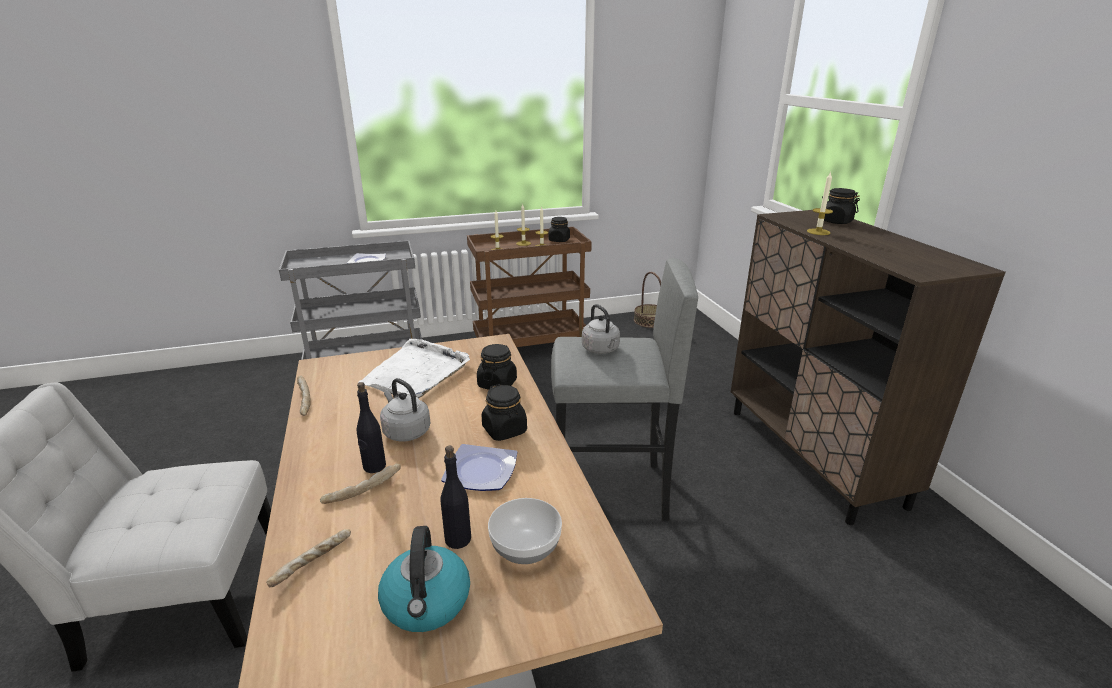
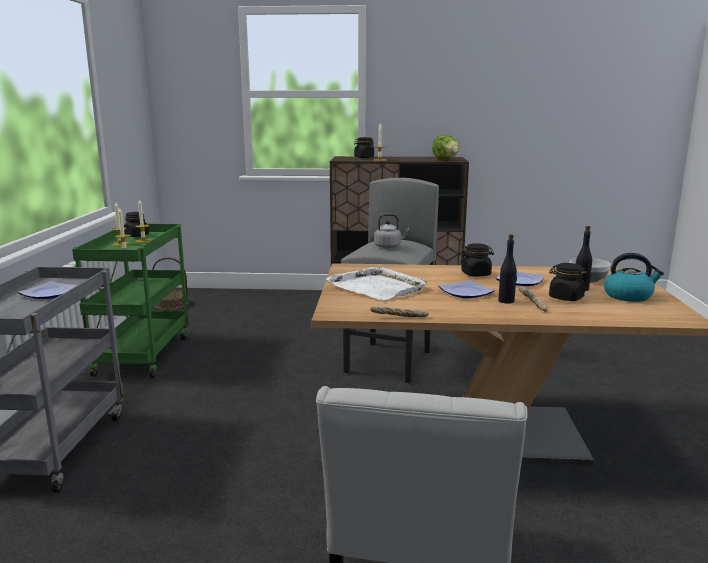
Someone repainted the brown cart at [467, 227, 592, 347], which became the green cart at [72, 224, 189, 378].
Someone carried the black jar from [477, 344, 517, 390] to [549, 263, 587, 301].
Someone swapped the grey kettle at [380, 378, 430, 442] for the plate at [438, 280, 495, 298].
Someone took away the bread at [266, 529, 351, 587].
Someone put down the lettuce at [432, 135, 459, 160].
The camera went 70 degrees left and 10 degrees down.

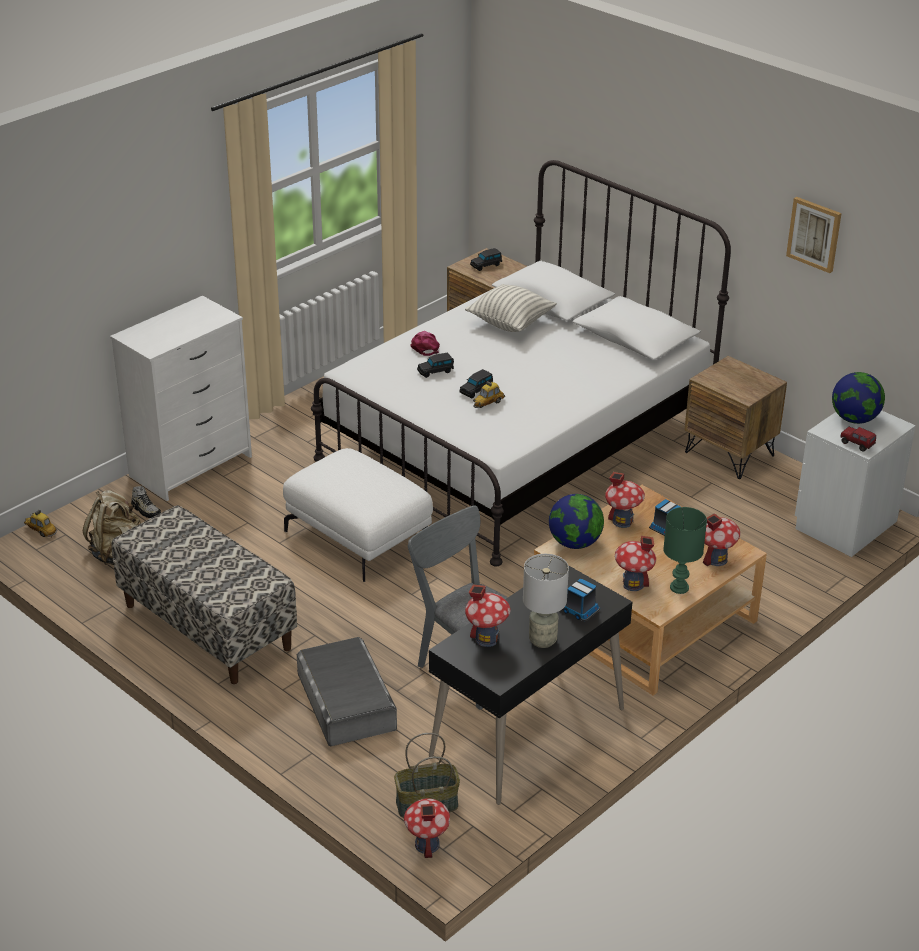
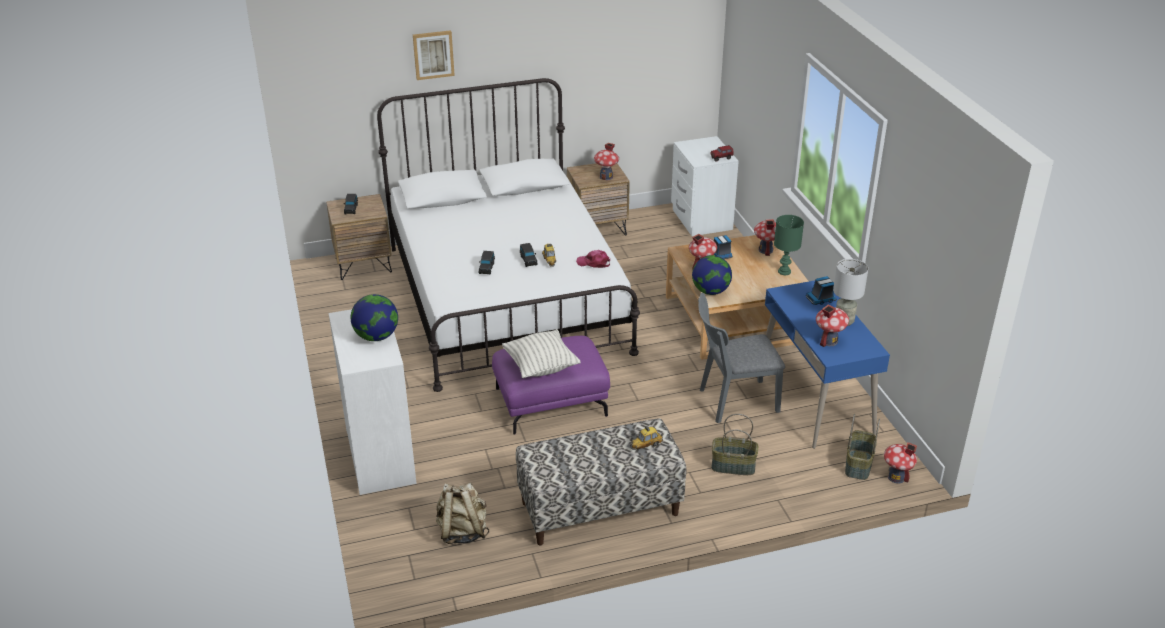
Someone carried the picture from [786, 197, 842, 273] to [413, 30, 455, 80].
Someone carried the pillow from [465, 284, 557, 332] to [502, 329, 581, 378].
Someone carried the pink cap from [411, 331, 440, 356] to [576, 250, 610, 268].
Someone carried the globe from [832, 372, 885, 424] to [351, 294, 398, 341].
Someone repainted the white ottoman at [283, 448, 433, 582], which became the purple ottoman at [492, 336, 610, 435].
Someone took away the shoe at [131, 486, 161, 518].
Someone carried the toy car from [24, 510, 57, 537] to [631, 426, 663, 450].
Someone carried the toy house from [615, 536, 656, 591] to [594, 143, 619, 181].
Someone repainted the black desk at [429, 565, 632, 805], which became the blue desk at [765, 281, 890, 449].
Someone swapped the grey storage box at [297, 637, 397, 747] for the basket at [711, 414, 758, 475].
The camera went 60 degrees left and 0 degrees up.

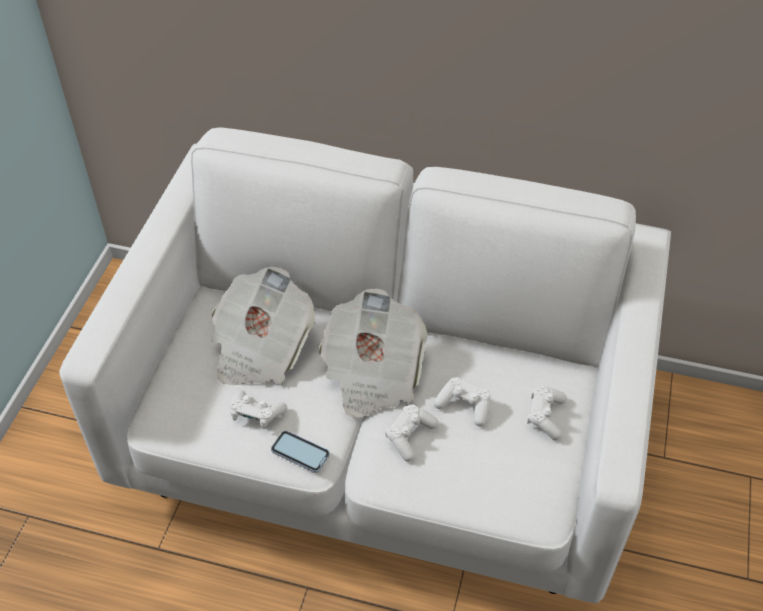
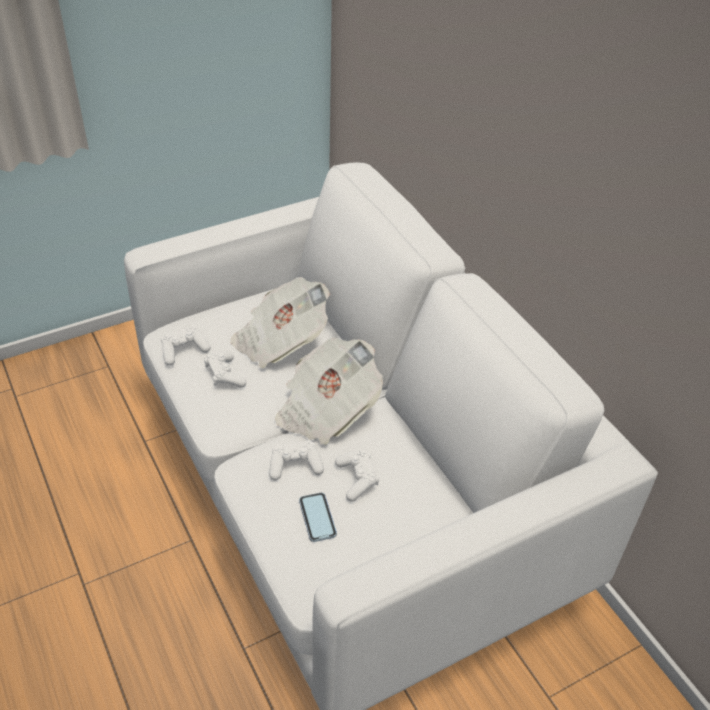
Someone carried the white game controller from [526, 386, 567, 440] to [161, 326, 211, 366].
Someone carried the phone from [271, 431, 330, 473] to [299, 493, 337, 542].
The camera went 45 degrees right and 5 degrees down.

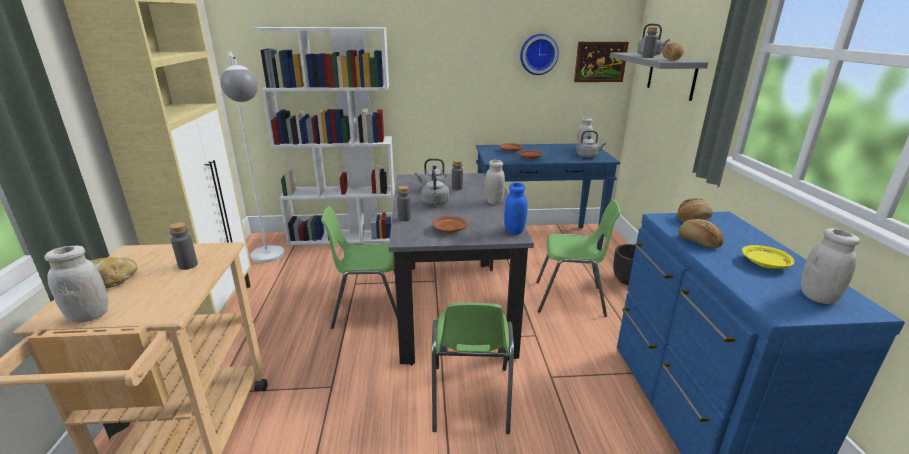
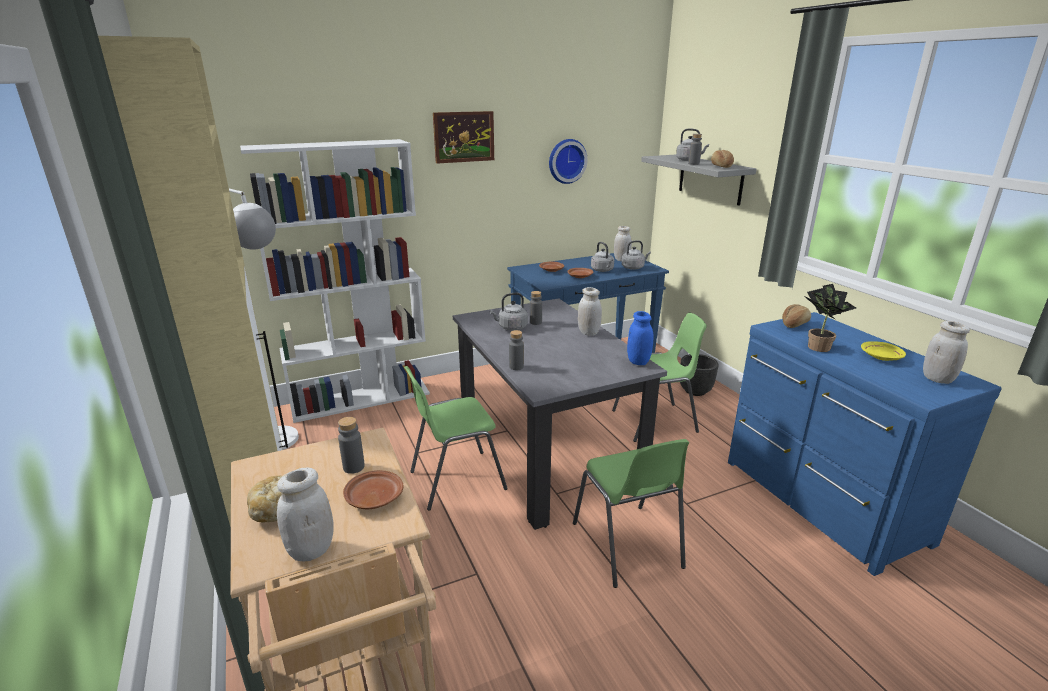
Someone carried the picture from [574, 42, 629, 82] to [433, 111, 494, 164].
Someone carried the grey kettle from [422, 169, 449, 206] to [591, 242, 614, 272].
Someone carried the brown plate from [432, 216, 467, 233] to [343, 470, 403, 509].
Someone swapped the bread at [678, 219, 724, 248] for the potted plant at [806, 284, 856, 352].
The camera went 20 degrees left and 0 degrees up.

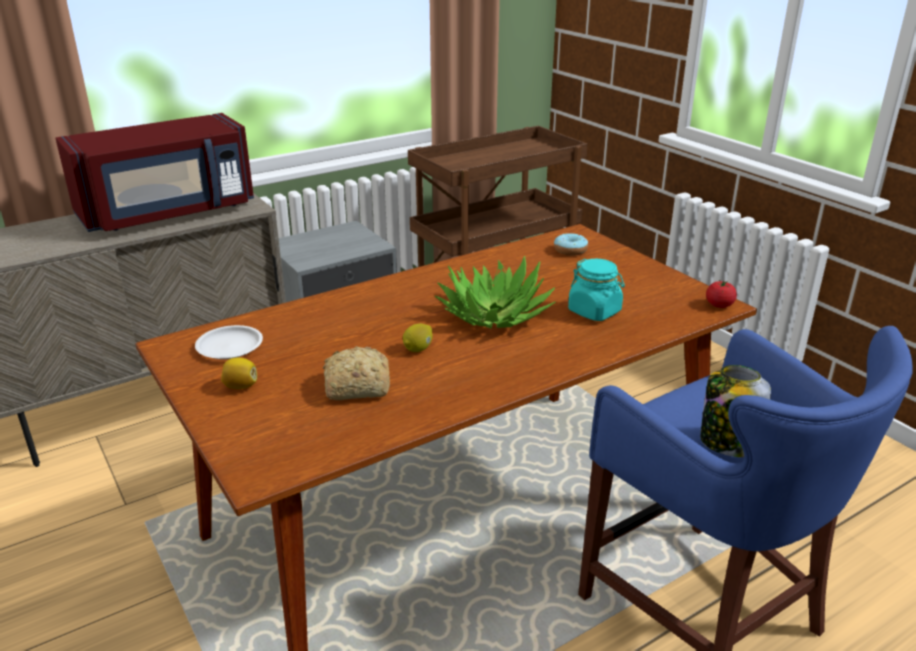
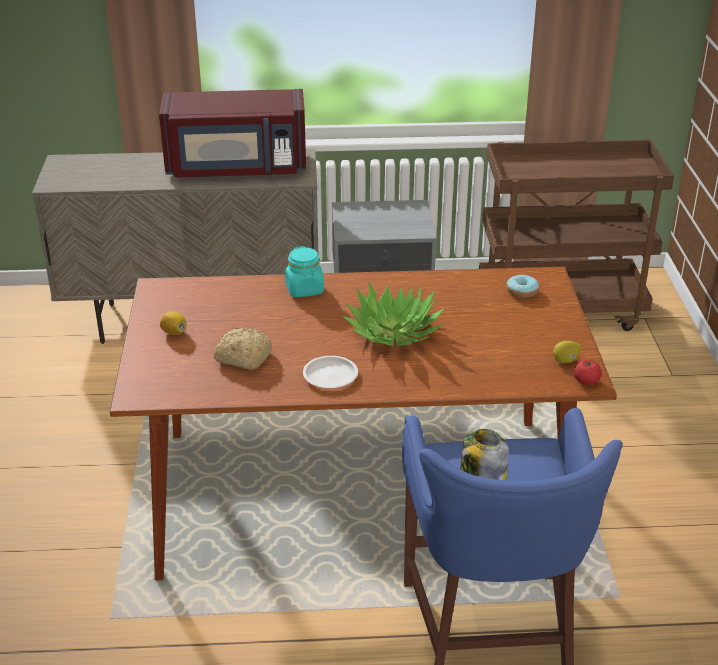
Someone carried the turquoise jar from [568, 259, 625, 321] to [285, 246, 324, 297].
Someone carried the lemon from [403, 324, 432, 352] to [553, 341, 581, 363].
Someone carried the white plate from [195, 325, 263, 359] to [303, 356, 358, 388].
The camera went 30 degrees right and 5 degrees up.

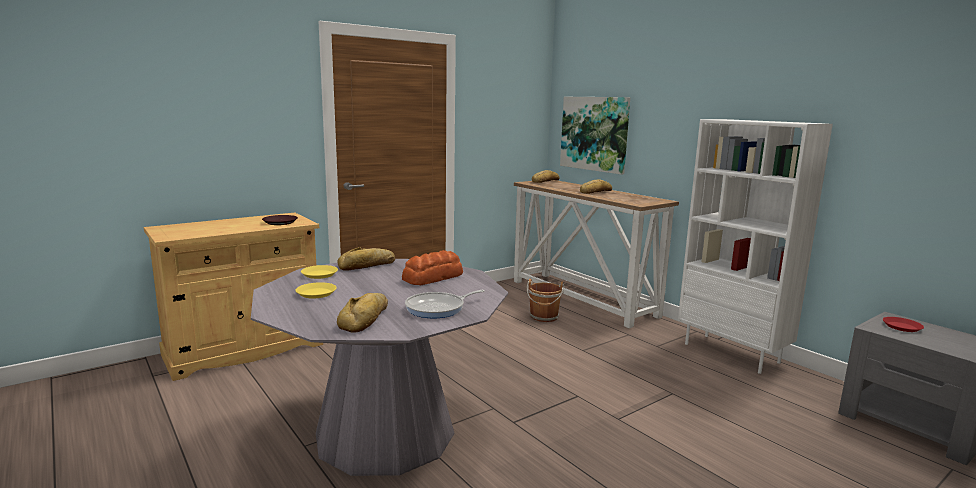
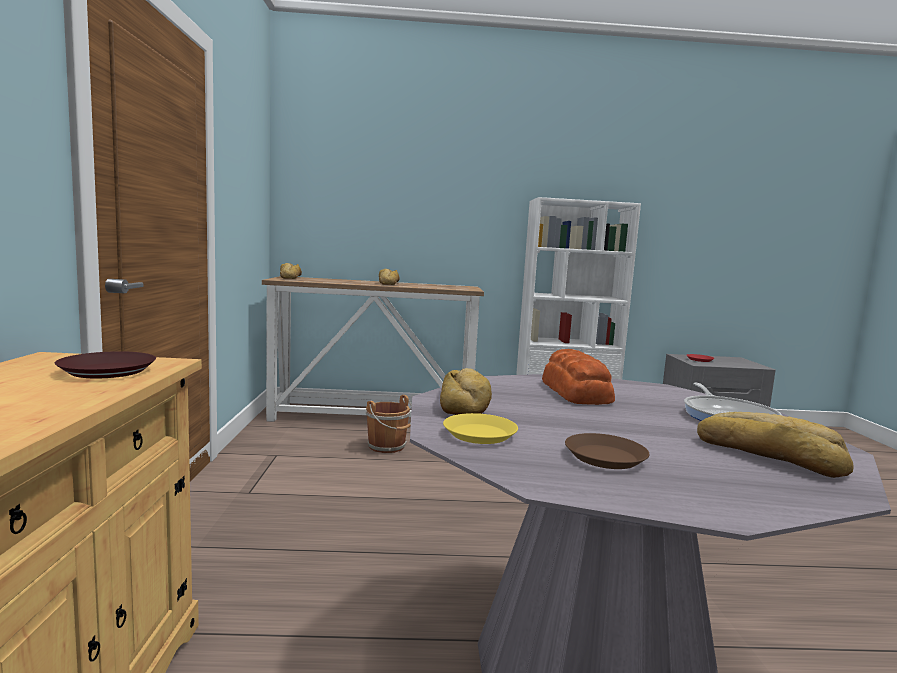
Someone took away the picture at [560, 97, 630, 175].
Someone repainted the yellow plate at [295, 282, 337, 299], which became the brown plate at [565, 433, 649, 469].
The camera went 55 degrees left and 5 degrees down.

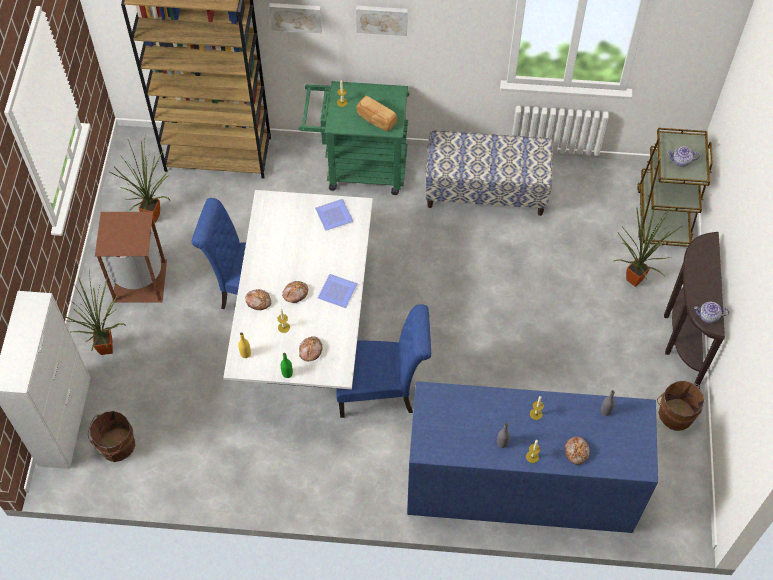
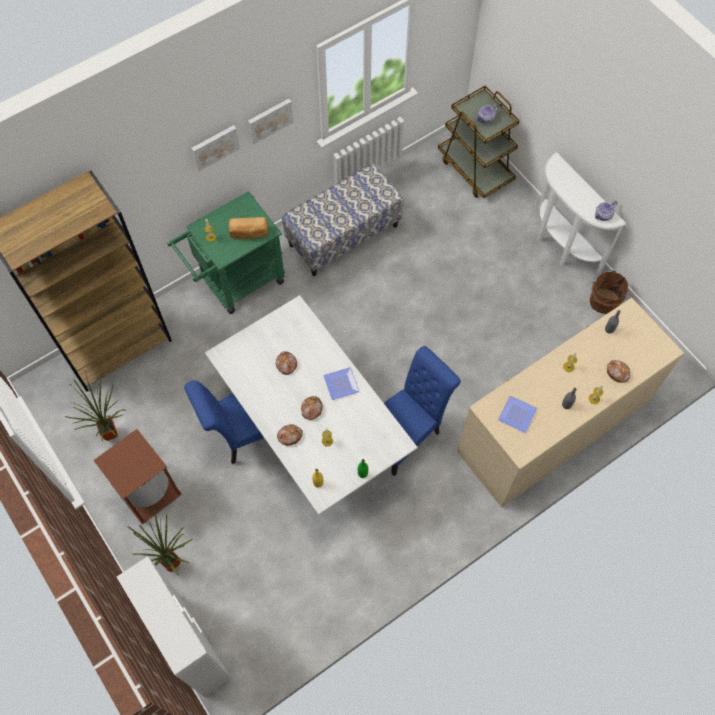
Someone carried the picture from [269, 3, 322, 33] to [248, 99, 293, 144].
Someone carried the plate from [315, 199, 353, 231] to [498, 395, 538, 433].
Someone took away the potted plant at [613, 206, 682, 287].
Someone repainted the brown console table at [664, 232, 725, 386], which became the white console table at [537, 152, 626, 274].
Someone carried the bread from [299, 337, 322, 362] to [276, 351, 297, 375].
Someone repainted the blue dresser at [407, 381, 658, 533], which became the beige dresser at [457, 298, 684, 508].
Someone took away the brown bucket at [88, 411, 135, 462].
The camera went 40 degrees left and 5 degrees up.

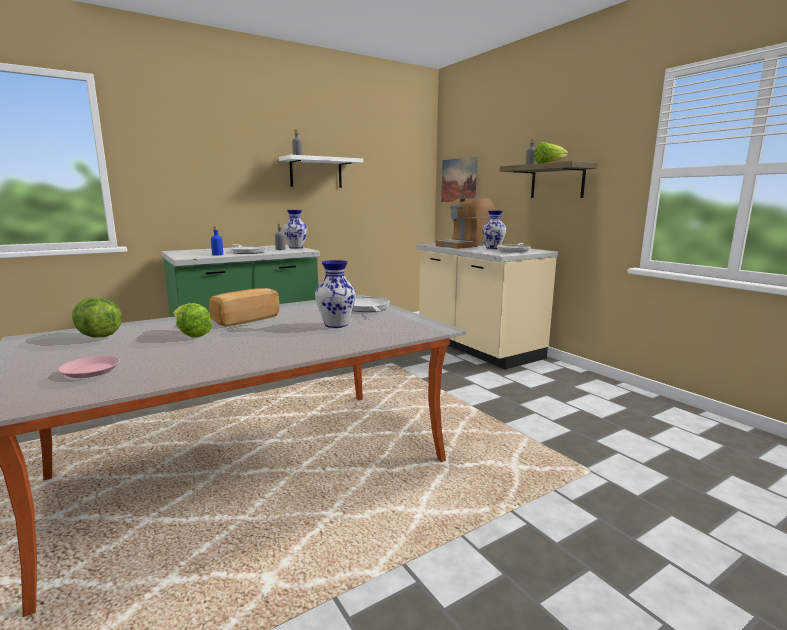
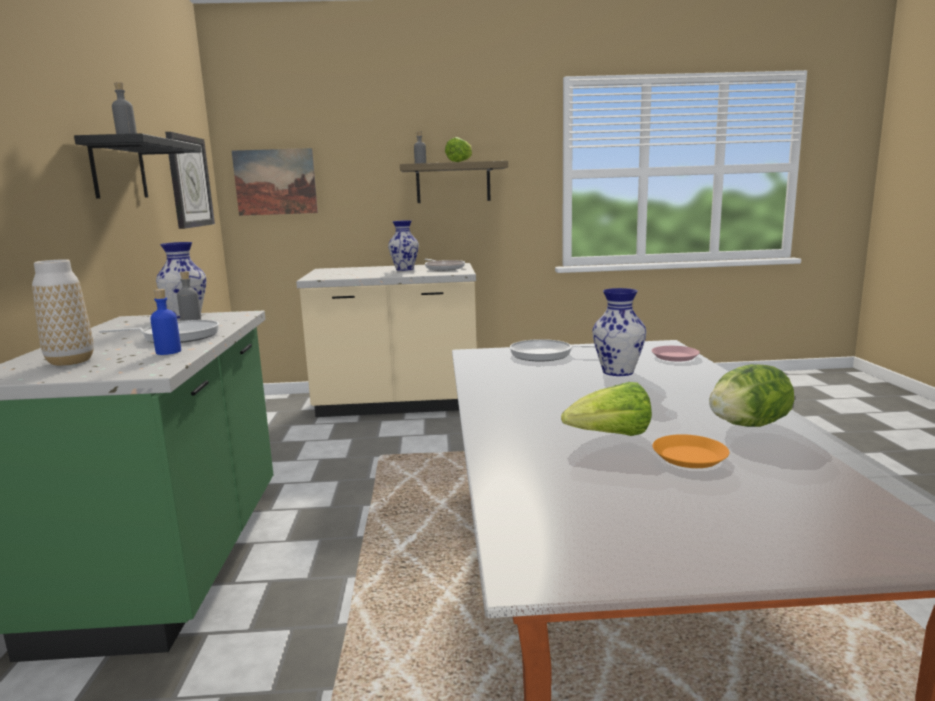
Someone repainted the white shelf at [279, 155, 363, 188], which became the black shelf at [74, 133, 202, 198].
Someone took away the coffee machine at [436, 197, 495, 249].
Someone took away the bread at [209, 288, 279, 327].
Someone carried the lettuce from [72, 297, 122, 338] to [709, 364, 794, 427].
Someone carried the pink plate from [58, 356, 120, 378] to [651, 346, 700, 361].
Someone put up the wall clock at [165, 132, 215, 229].
Someone put down the vase at [32, 259, 94, 366].
Someone put down the orange plate at [652, 434, 729, 468].
The camera went 60 degrees left and 0 degrees up.

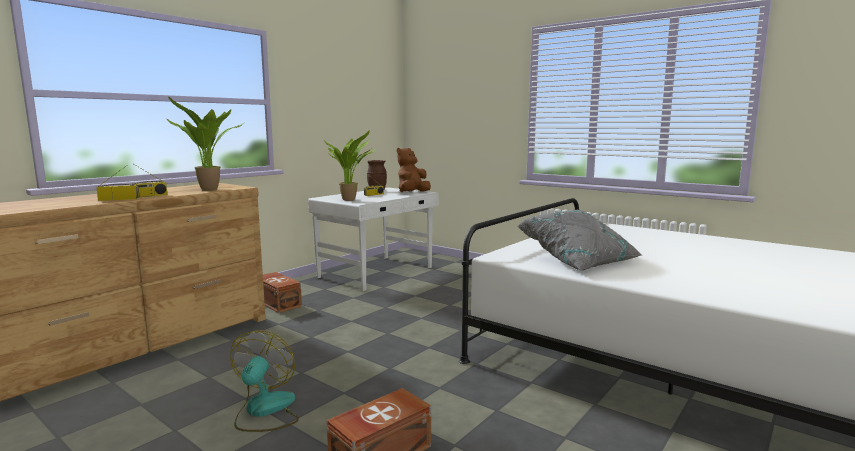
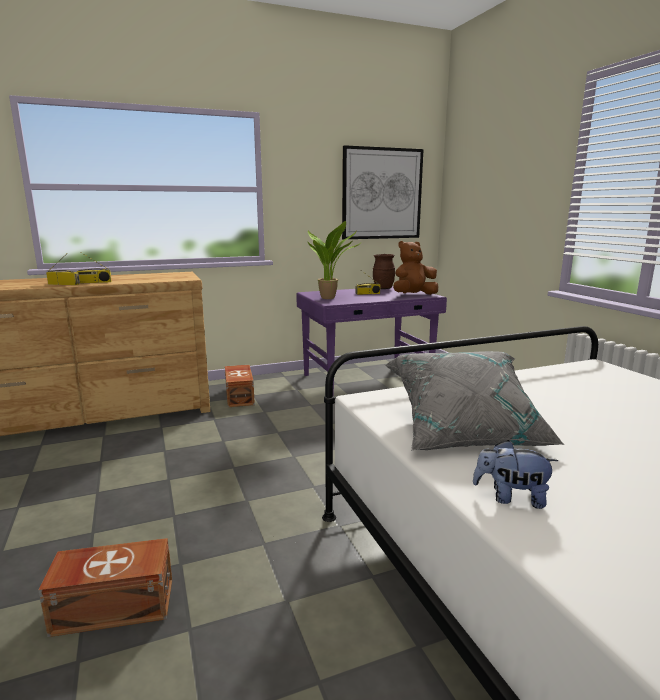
Someone took away the potted plant at [167, 96, 245, 190].
Someone repainted the white desk at [308, 188, 439, 291], which became the purple desk at [296, 286, 447, 394].
Someone took away the fan at [230, 330, 299, 432].
Someone put up the picture at [342, 145, 424, 239].
Someone put down the plush toy at [473, 440, 558, 509].
The camera went 30 degrees right and 5 degrees up.

